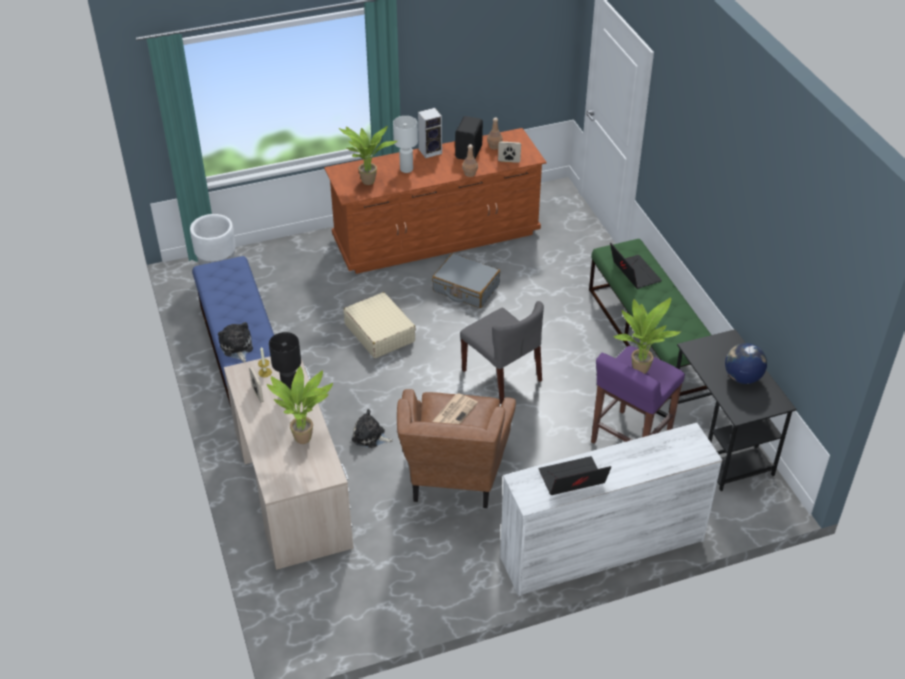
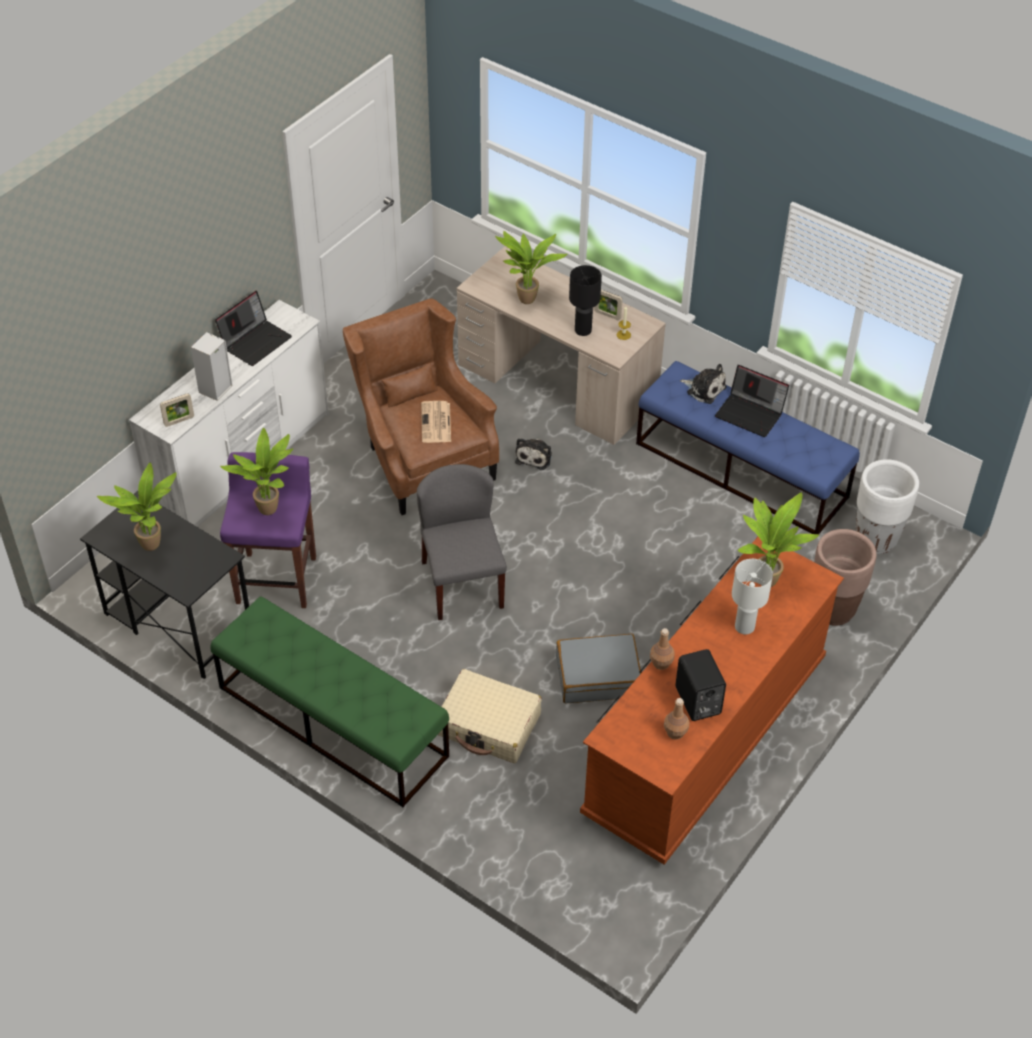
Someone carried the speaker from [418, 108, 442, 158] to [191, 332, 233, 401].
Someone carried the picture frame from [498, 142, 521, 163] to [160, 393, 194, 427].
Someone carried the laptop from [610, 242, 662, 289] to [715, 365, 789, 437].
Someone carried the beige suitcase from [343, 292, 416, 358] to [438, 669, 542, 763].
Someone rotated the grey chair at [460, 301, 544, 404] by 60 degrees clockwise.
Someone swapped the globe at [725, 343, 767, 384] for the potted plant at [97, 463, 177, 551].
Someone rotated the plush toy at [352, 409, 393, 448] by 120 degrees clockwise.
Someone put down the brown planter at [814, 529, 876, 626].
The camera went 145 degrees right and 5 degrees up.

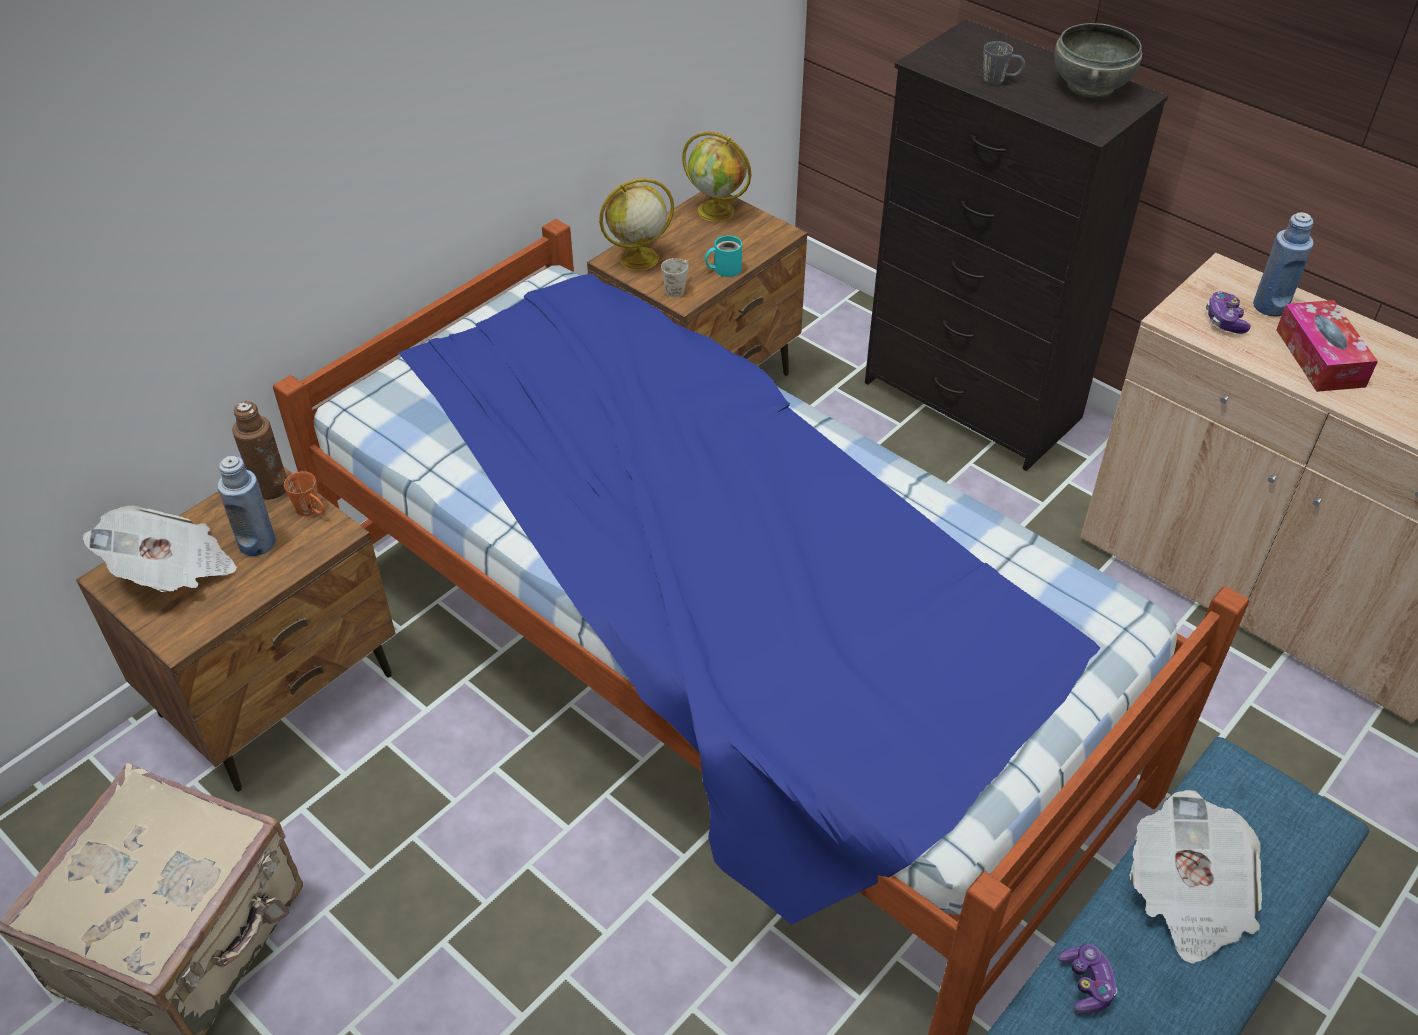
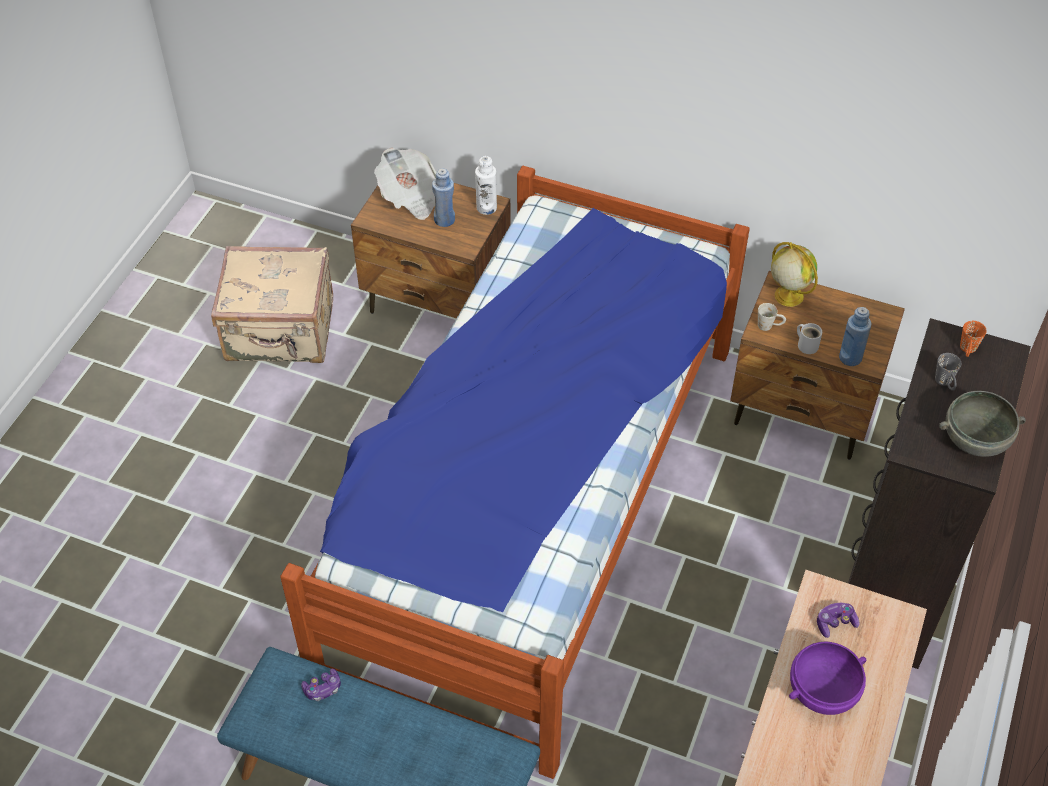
Someone took away the globe at [682, 132, 751, 222].
Someone carried the blue bottle from [1253, 212, 1314, 317] to [839, 307, 871, 366].
Someone repainted the turquoise mug at [705, 236, 742, 277], which became the white mug at [797, 323, 822, 354].
Someone swapped the tissue box at [1276, 300, 1378, 392] for the purple bowl at [789, 642, 866, 715].
Someone repainted the brown bottle at [232, 401, 287, 500], which became the white bottle at [475, 156, 497, 215].
Someone carried the orange mug from [284, 471, 325, 516] to [960, 321, 987, 357].
Someone took away the newspaper at [1130, 790, 1262, 964].
The camera went 70 degrees right and 5 degrees up.

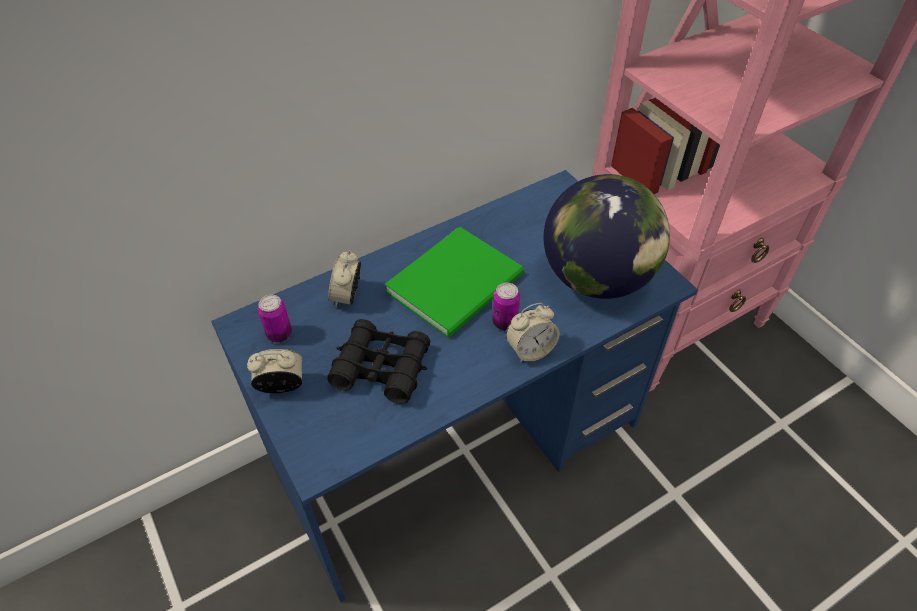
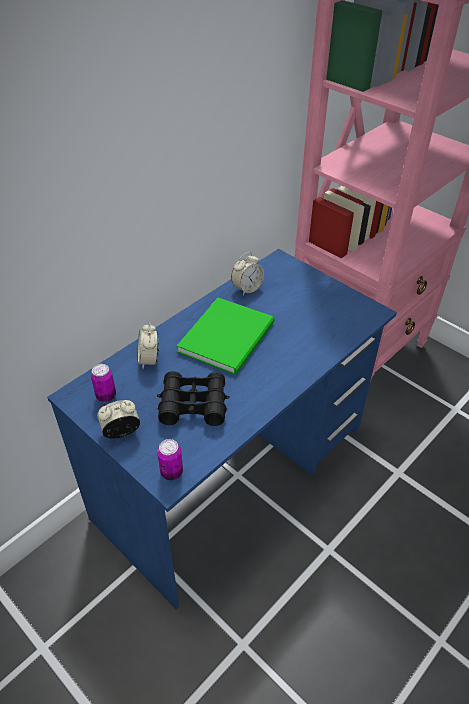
Someone took away the globe at [544, 174, 670, 299].
Someone carried the can from [492, 283, 520, 330] to [157, 439, 183, 480].
Someone carried the alarm clock from [506, 303, 560, 363] to [231, 252, 264, 295].
The camera went 15 degrees left and 5 degrees down.

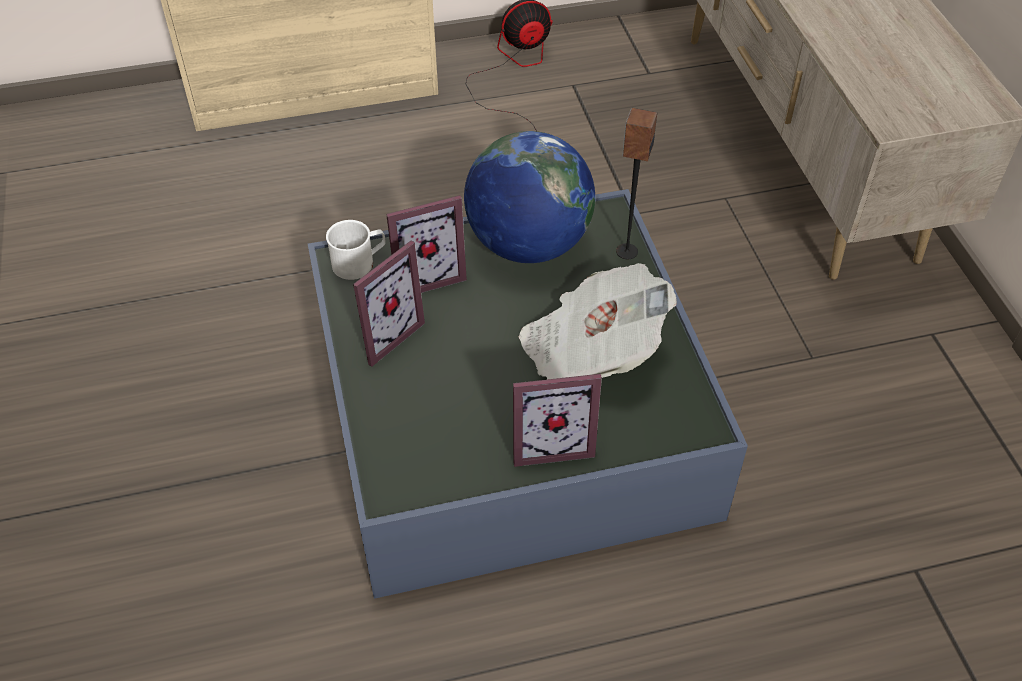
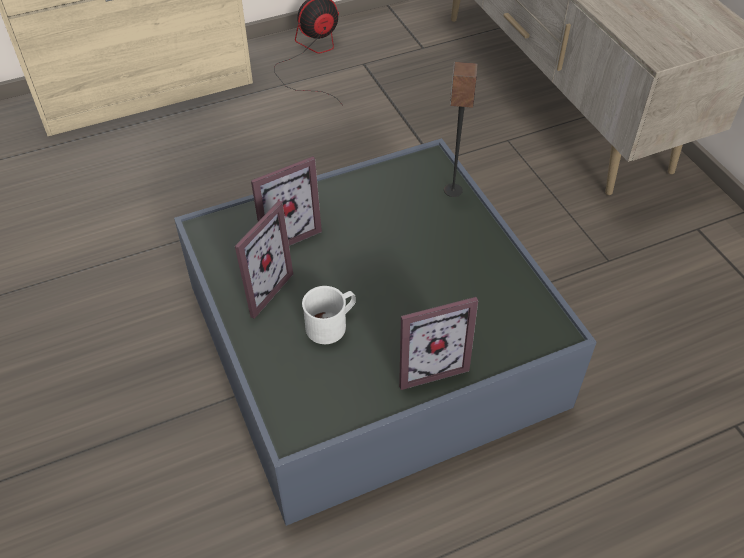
Someone took away the globe at [464, 131, 595, 263].
Someone carried the white mug from [326, 220, 386, 280] to [302, 286, 355, 344].
Someone took away the newspaper at [519, 263, 677, 379].
The camera went 10 degrees left and 0 degrees up.

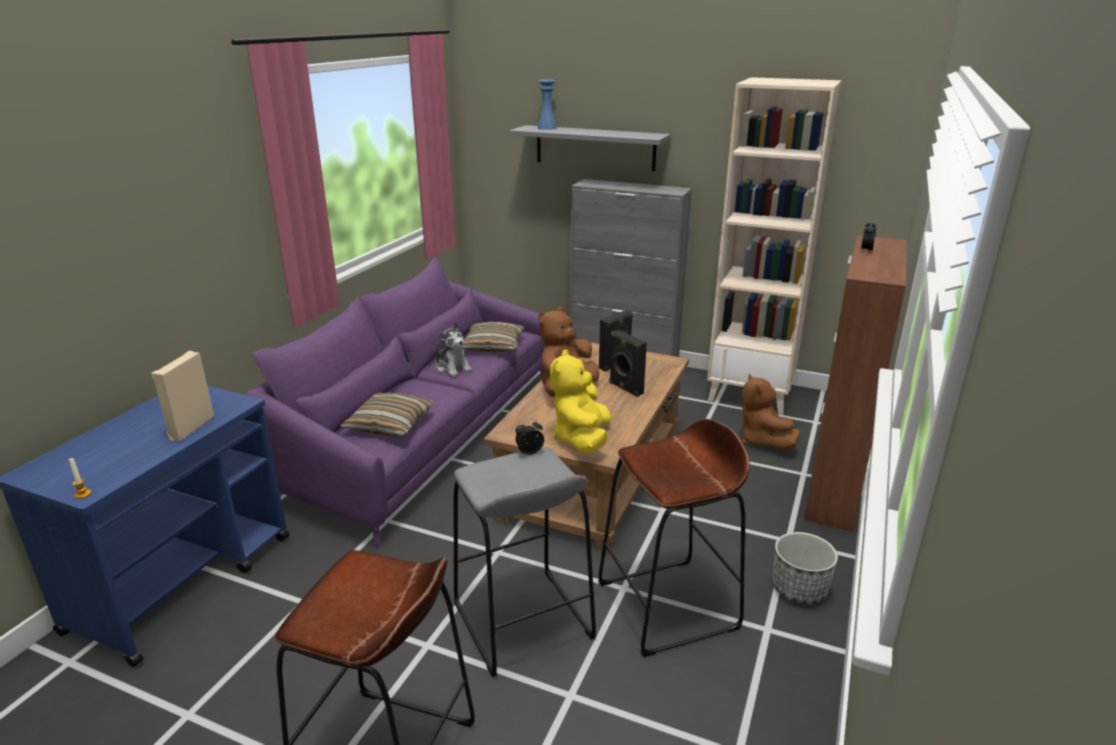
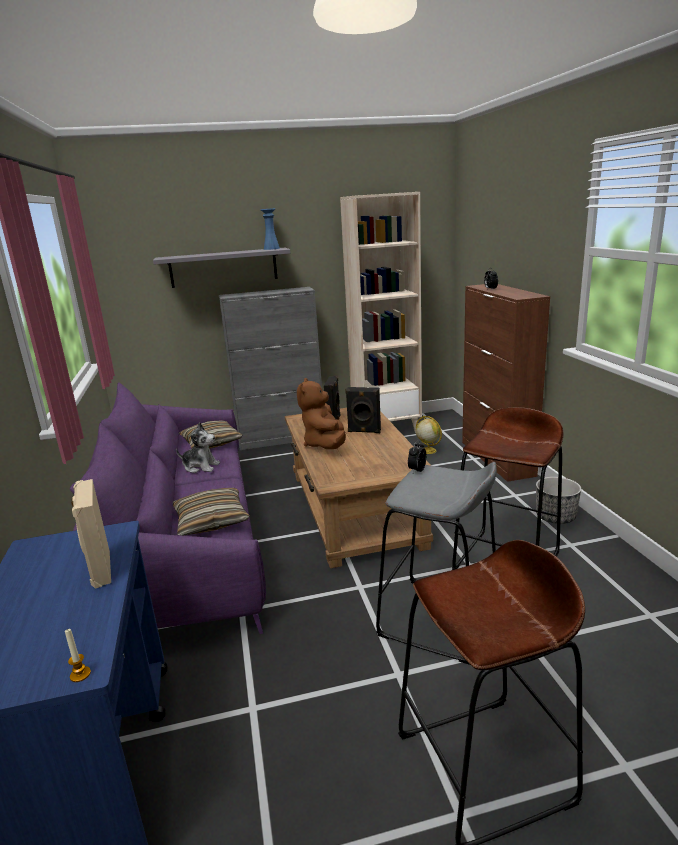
Someone carried the blue vase from [537, 79, 557, 130] to [261, 208, 280, 250].
Someone took away the yellow plush toy at [550, 349, 611, 453].
Someone swapped the brown plush toy at [741, 373, 800, 450] for the globe at [416, 416, 442, 454].
The camera went 35 degrees left and 5 degrees down.

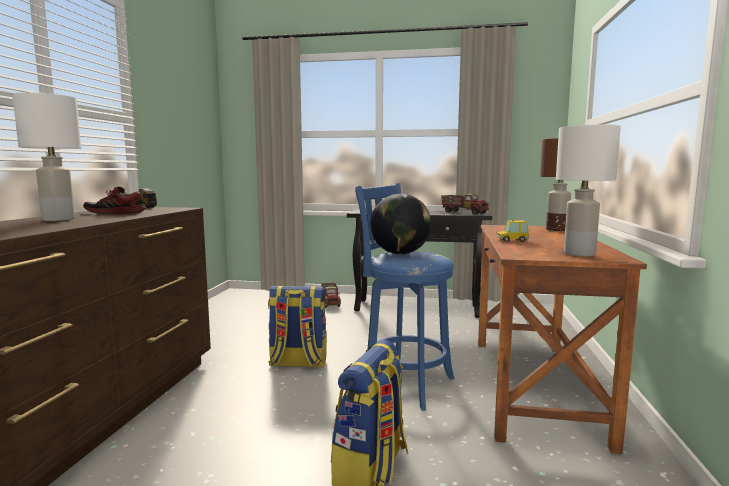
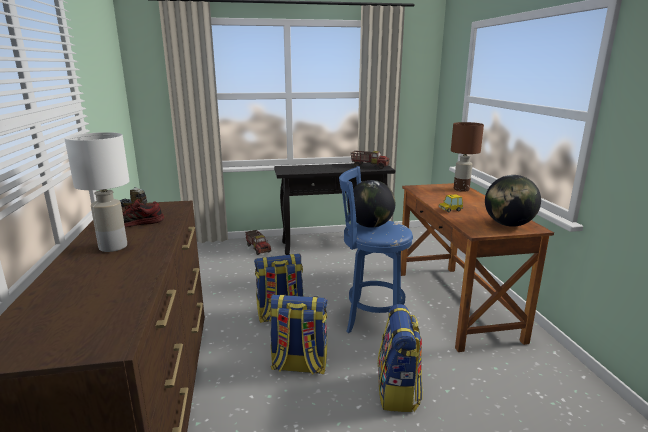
Someone swapped the white table lamp at [556, 124, 621, 256] for the globe at [485, 175, 541, 227].
Someone put down the backpack at [269, 294, 327, 375].
The camera went 20 degrees left and 10 degrees up.

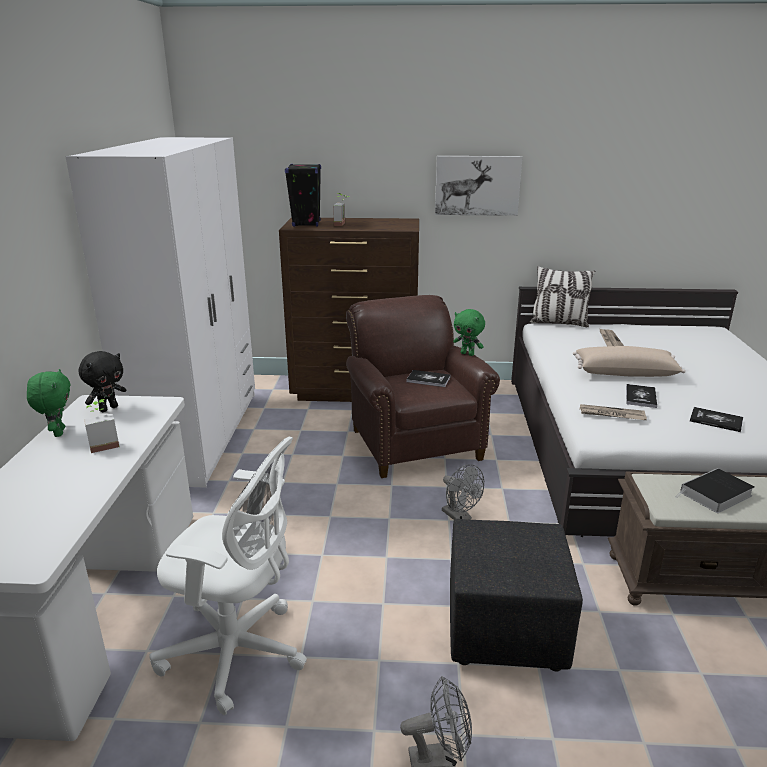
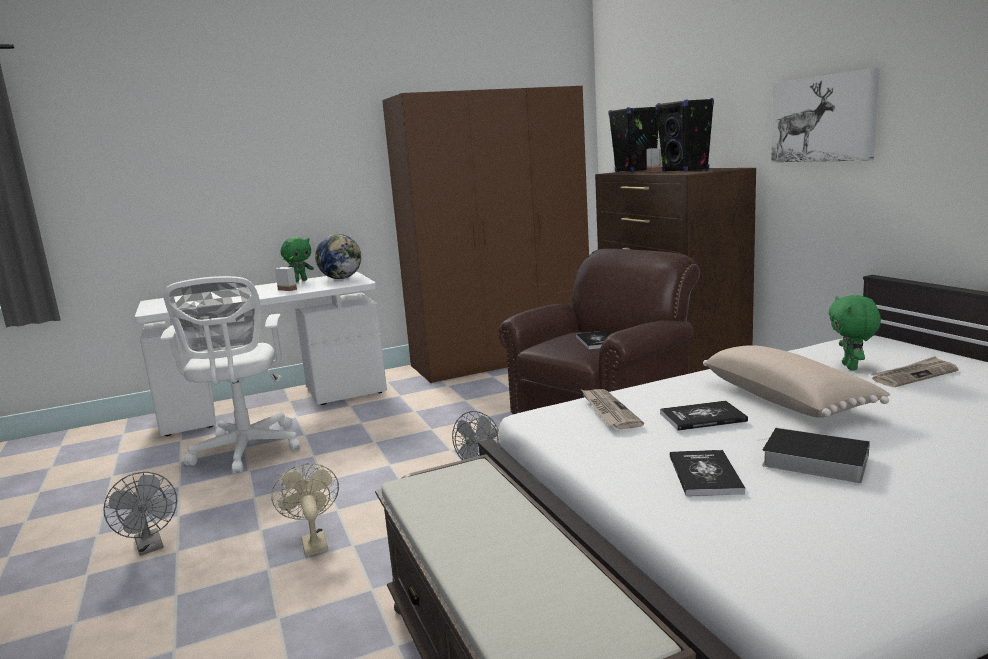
Someone repainted the white wardrobe at [65, 137, 255, 487], which became the brown wardrobe at [382, 86, 589, 383].
Someone took away the pillow at [529, 266, 595, 327].
Someone carried the green plush toy from [453, 309, 485, 356] to [828, 295, 881, 370].
Someone swapped the black plush toy at [78, 351, 127, 412] for the globe at [315, 234, 361, 279].
Someone carried the book from [676, 468, 755, 513] to [758, 428, 870, 483].
Someone swapped the black ottoman at [450, 519, 583, 672] for the beige fan at [271, 463, 339, 557].
Someone put down the black speaker at [655, 98, 714, 172].
The camera went 65 degrees right and 10 degrees down.

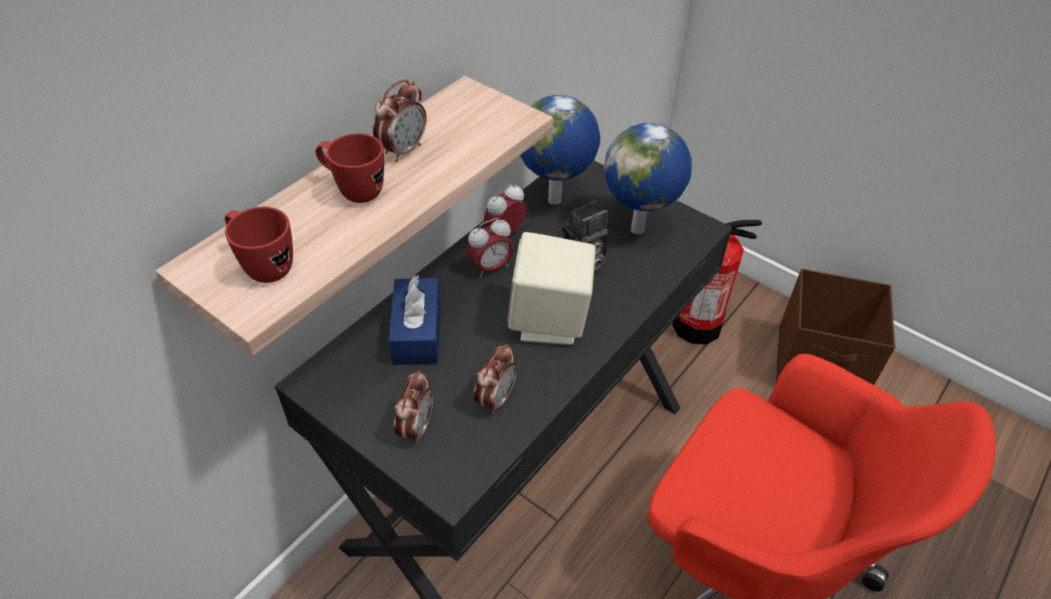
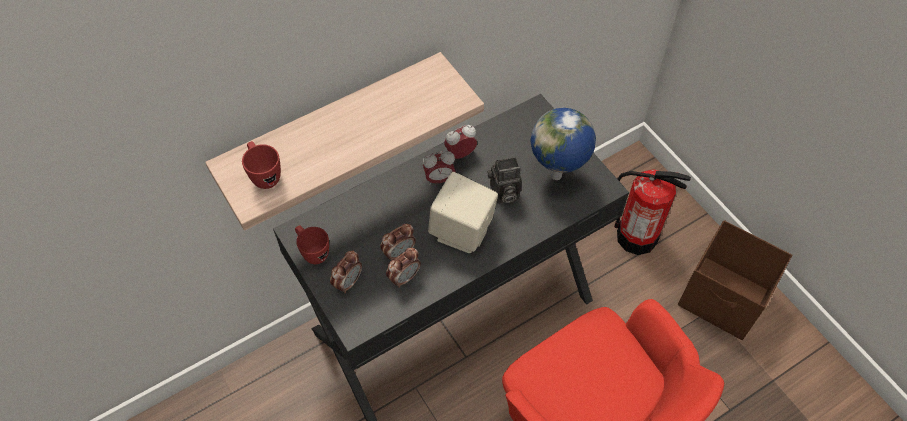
Someone carried the alarm clock from [373, 79, 427, 162] to [380, 224, 416, 260].
Someone took away the globe at [520, 95, 600, 205].
Someone carried the red mug from [316, 133, 384, 203] to [295, 225, 329, 264].
Someone took away the blue tissue box at [389, 275, 441, 365].
The camera went 20 degrees right and 10 degrees up.

